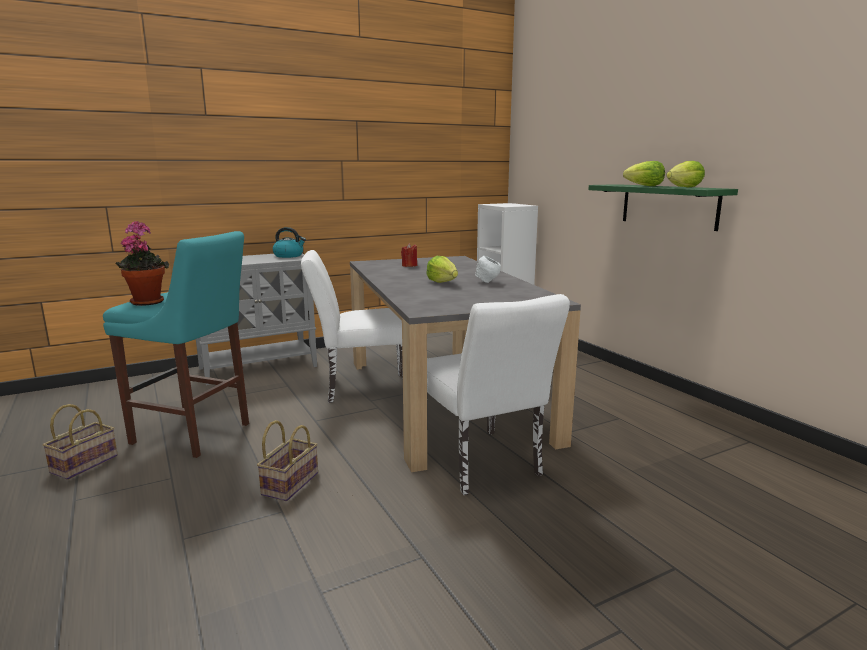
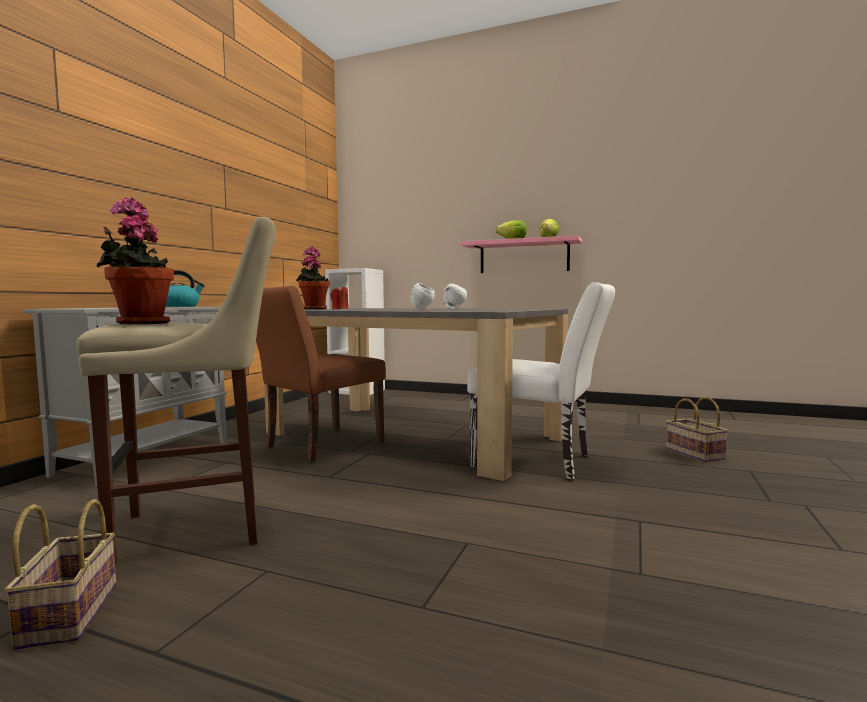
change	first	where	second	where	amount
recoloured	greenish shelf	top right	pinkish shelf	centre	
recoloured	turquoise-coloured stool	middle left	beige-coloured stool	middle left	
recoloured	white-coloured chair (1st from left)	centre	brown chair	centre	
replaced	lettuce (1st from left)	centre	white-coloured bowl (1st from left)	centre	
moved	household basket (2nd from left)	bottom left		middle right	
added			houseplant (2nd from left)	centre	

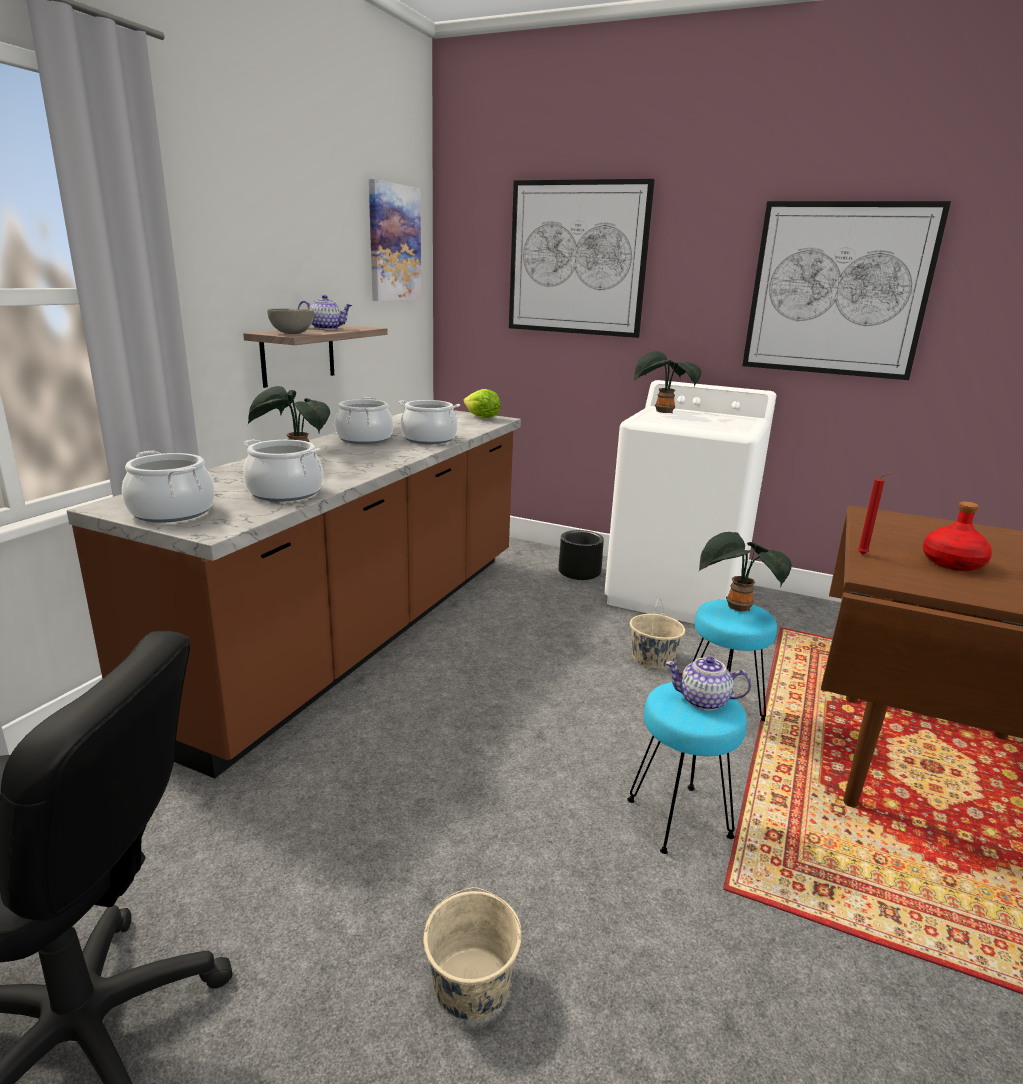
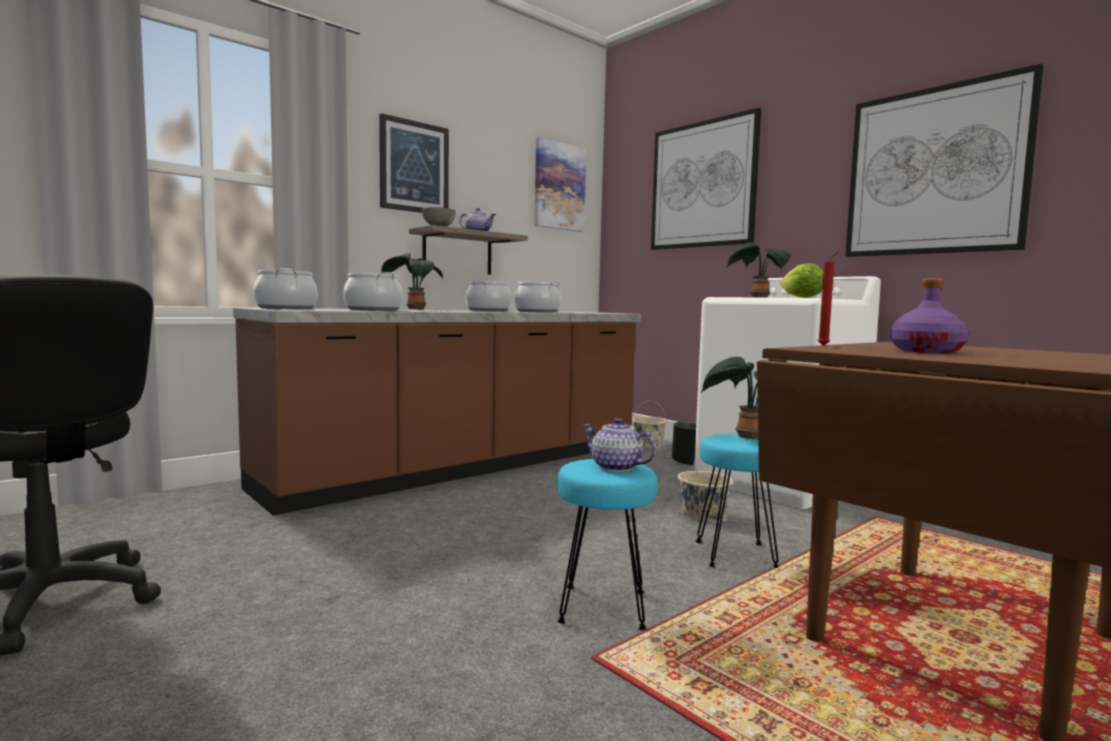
change	first	where	second	where	amount
moved	lettuce	centre		middle right	
recoloured	red-coloured bottle	middle right	purple-coloured bottle	middle right	
moved	beige-coloured pail (1st from left)	bottom centre		centre	
added			wall art (1st from left)	top centre	

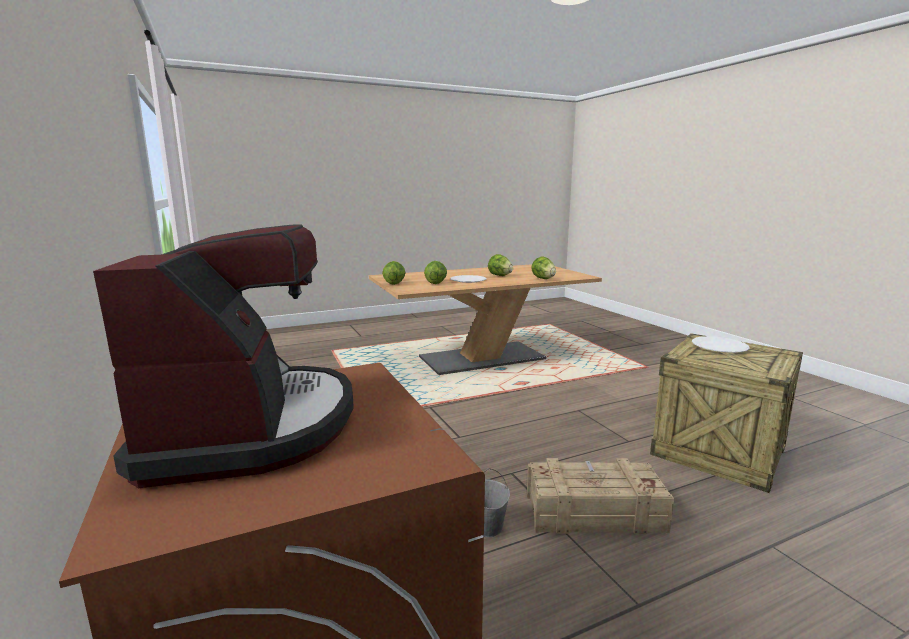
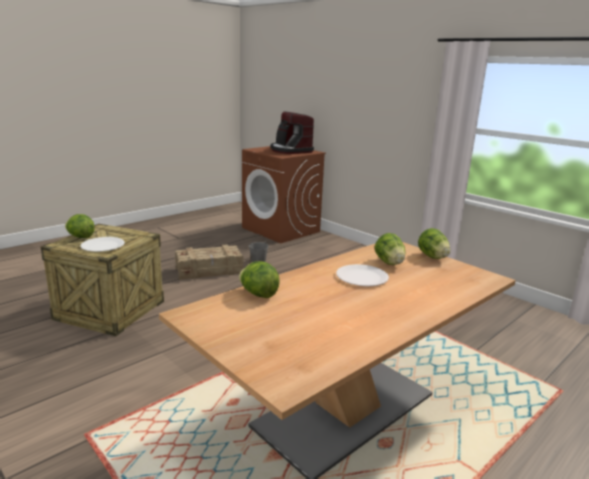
change	first	where	second	where	amount
moved	lettuce (3rd from left in the first image)	centre	lettuce (1st from left)	middle left	

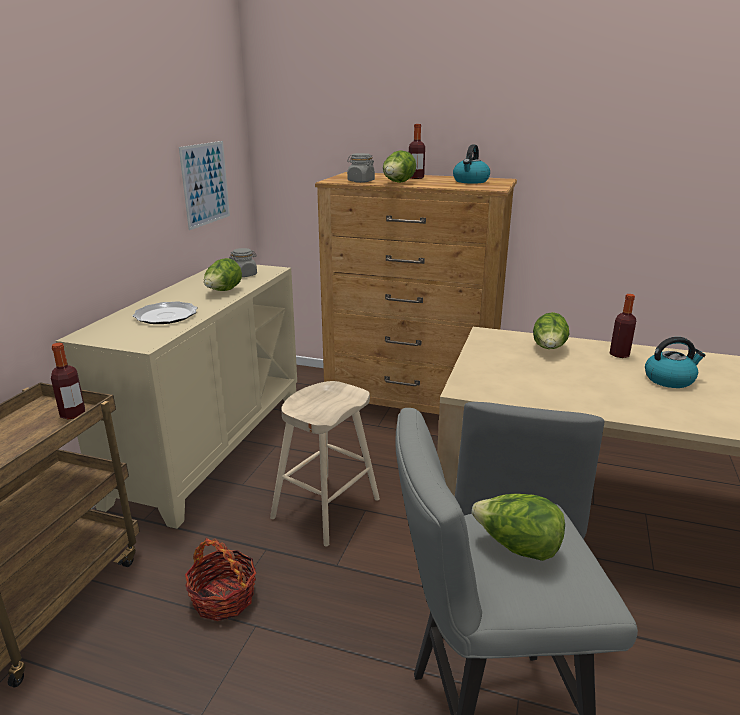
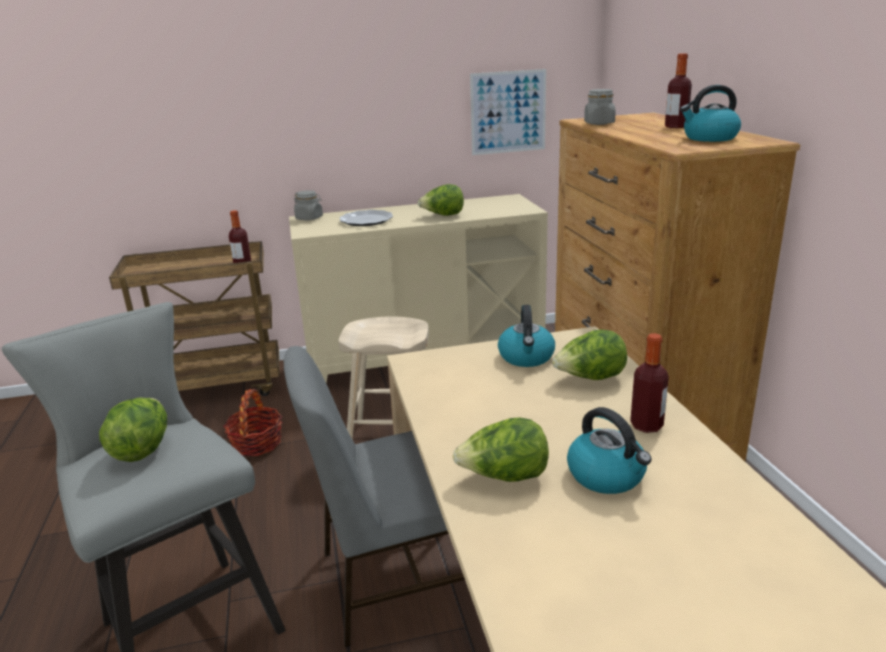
change	first	where	second	where	amount
moved	lettuce (2nd from left in the first image)	top centre	lettuce (3rd from left)	bottom centre	
moved	gray jar (1st from left)	middle left		top centre	
added			water kettle (1st from left)	centre	

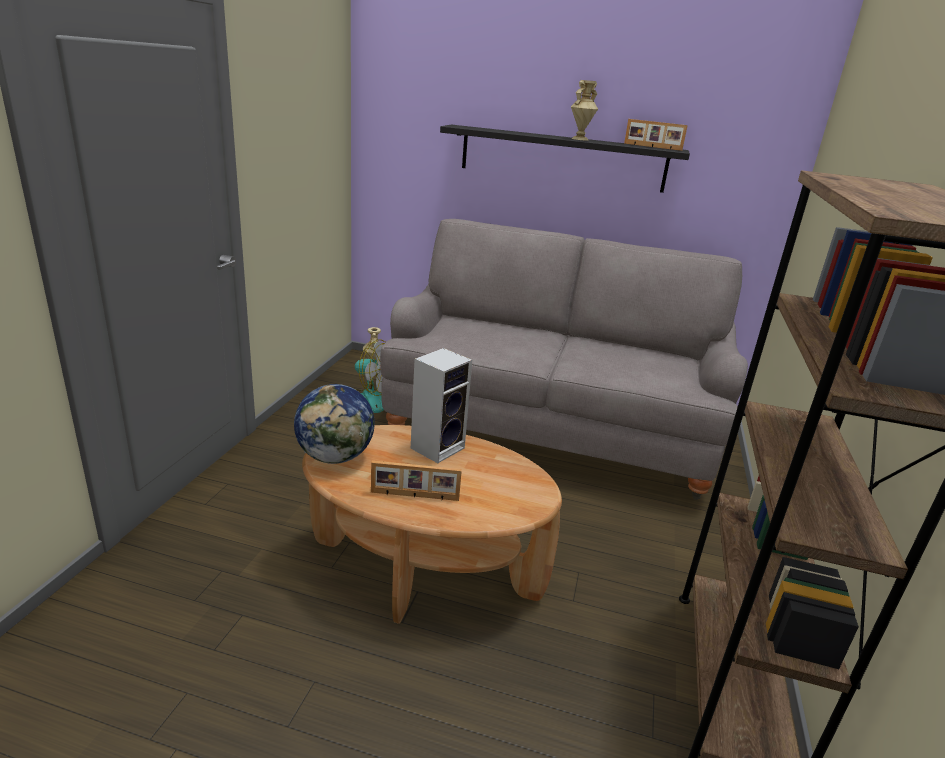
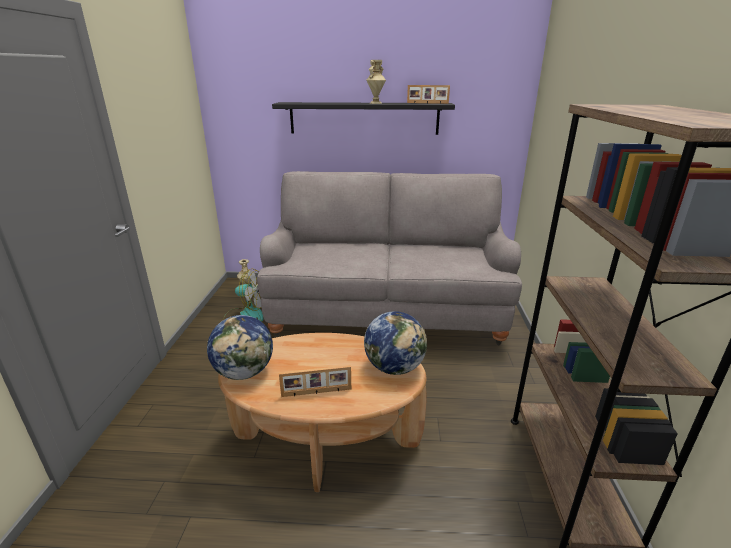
change	first	where	second	where	amount
removed	speaker	centre			
added			globe (2nd from left)	centre	

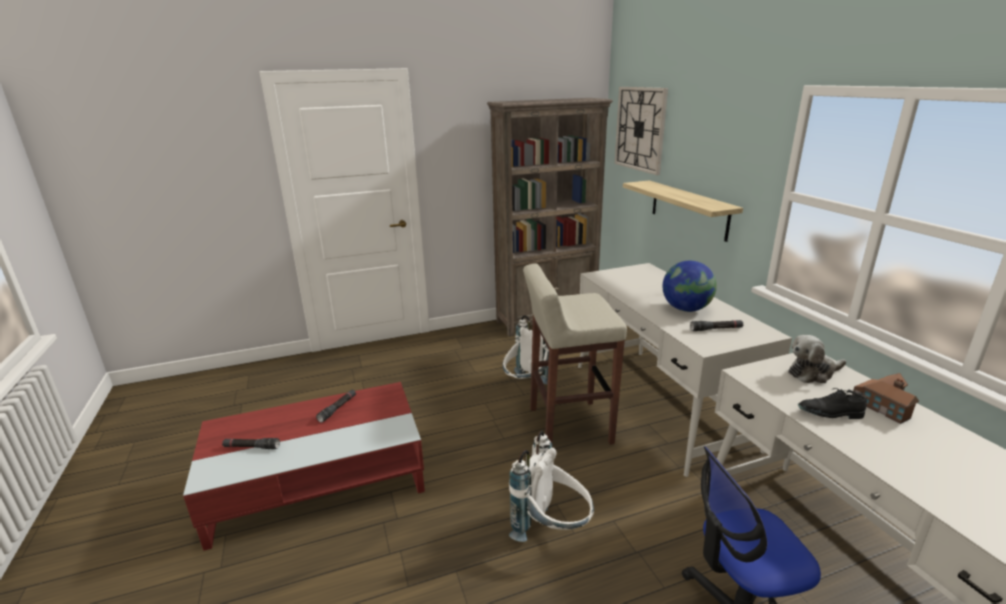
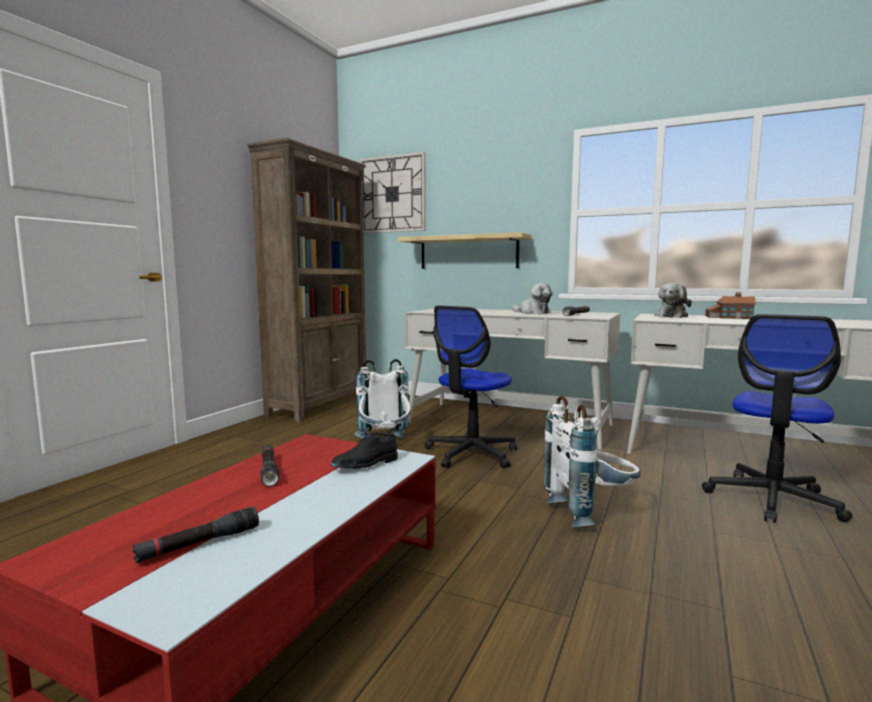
change	first	where	second	where	amount
replaced	globe	middle right	plush toy (1st from left)	centre	
replaced	beige-coloured stool	centre	computer chair (1st from left)	centre	
moved	black-coloured low shoe	bottom right		centre	

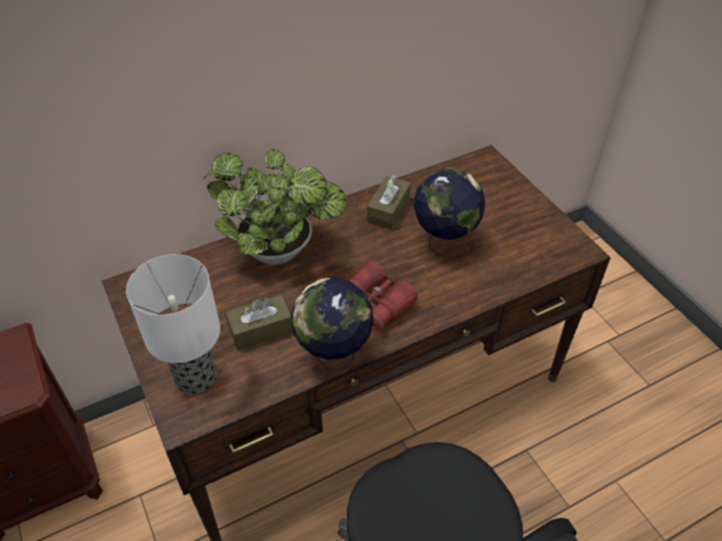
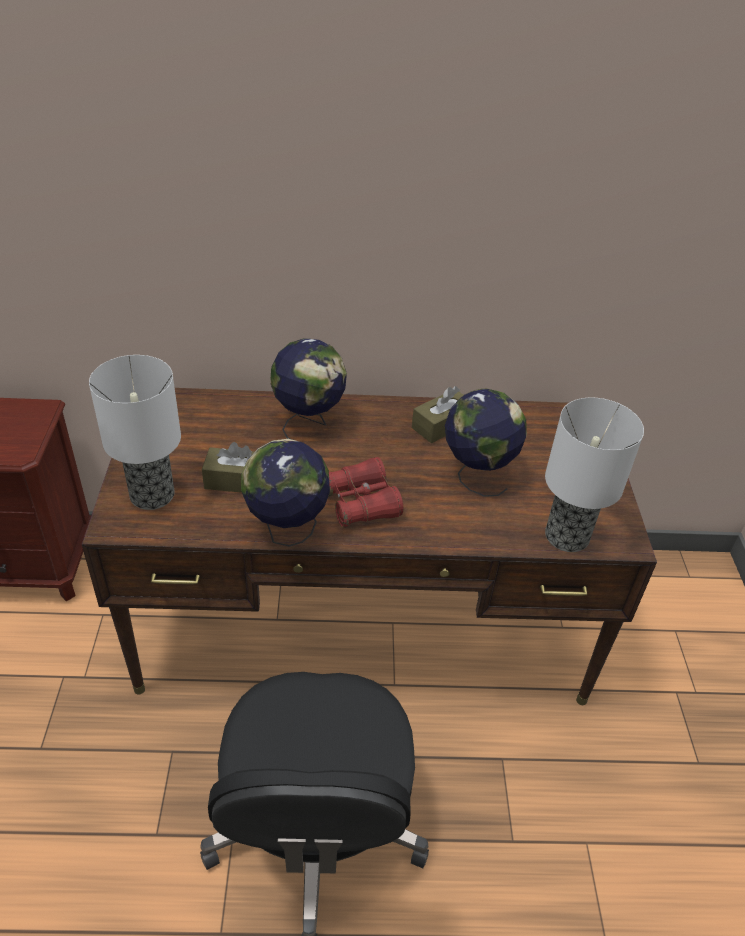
change	first	where	second	where	amount
replaced	houseplant	centre	globe (2nd from left)	centre	
added			table lamp (2nd from left)	middle right	

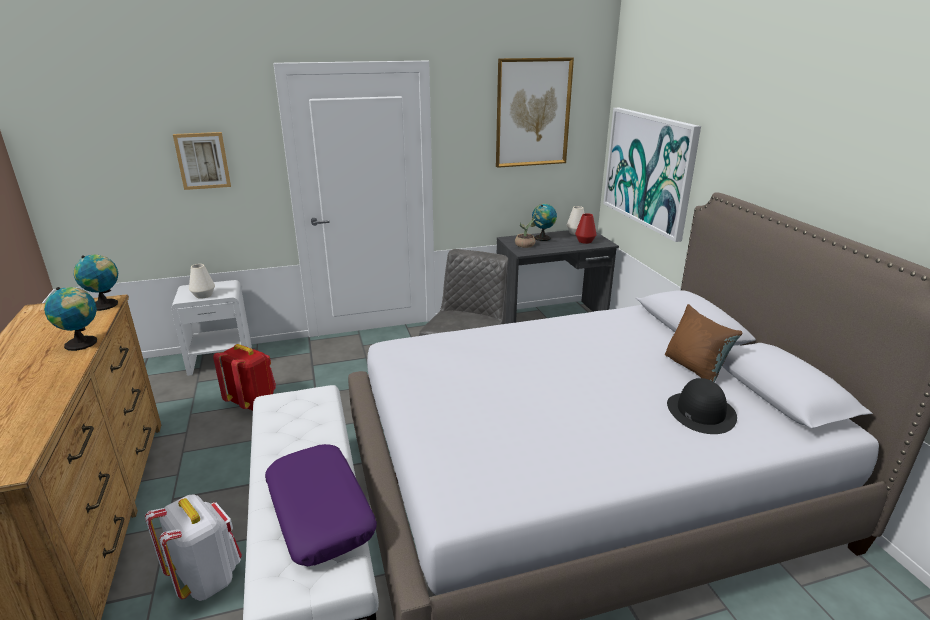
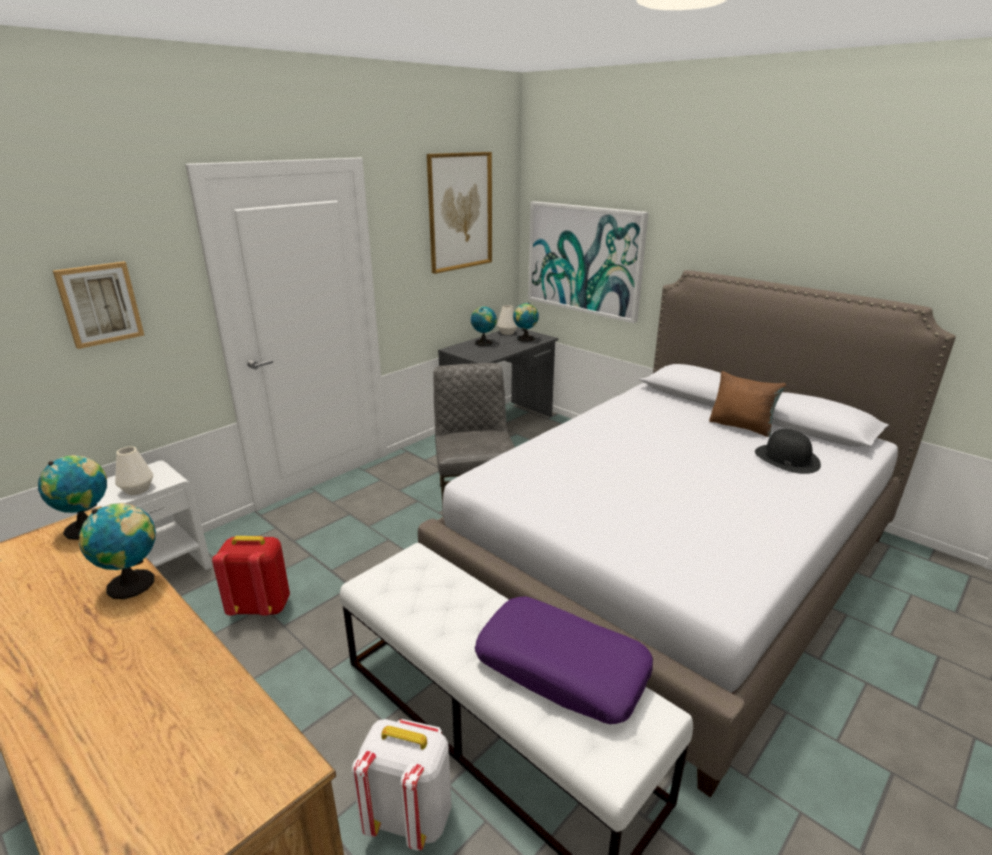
change	first	where	second	where	amount
removed	houseplant	centre			
replaced	red-coloured vase	centre	globe (4th from left)	centre	

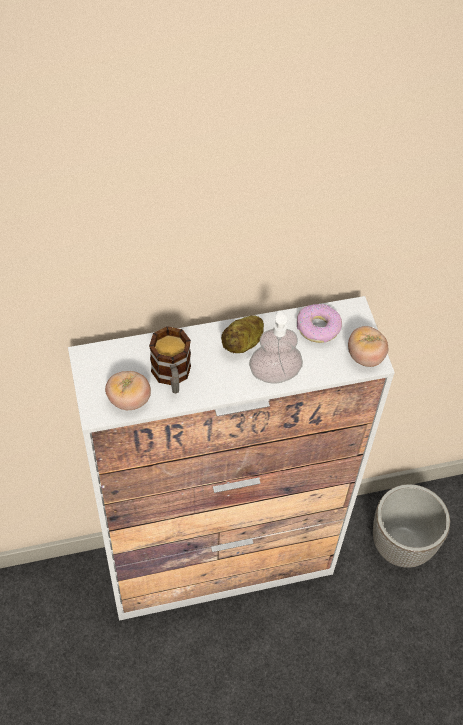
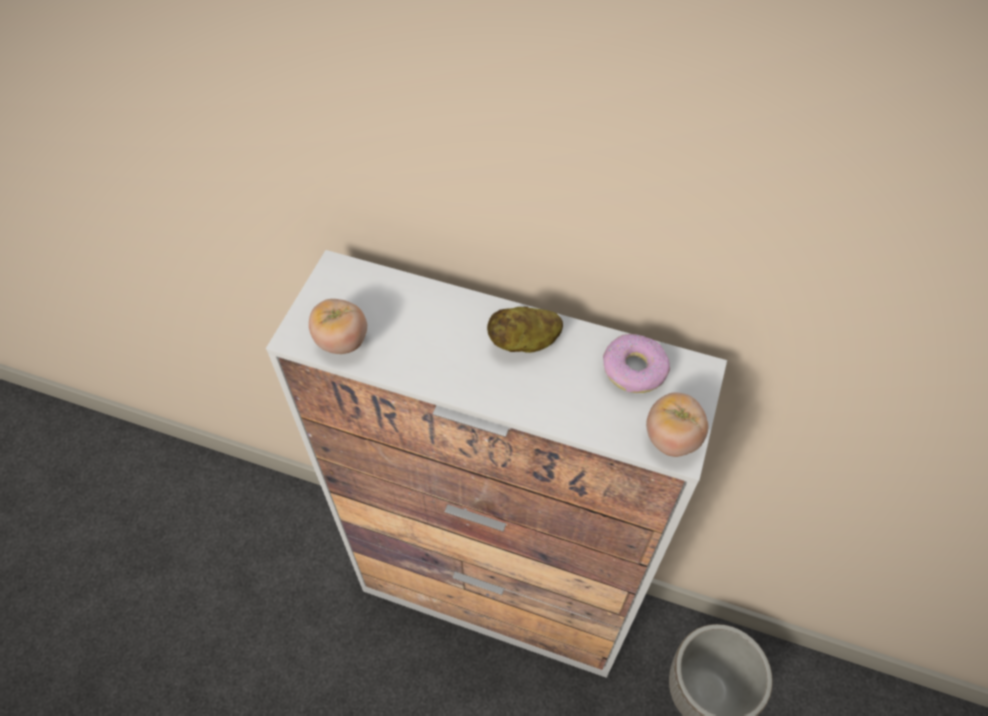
change	first	where	second	where	amount
removed	soap bottle	centre			
removed	coffee mug	centre			

